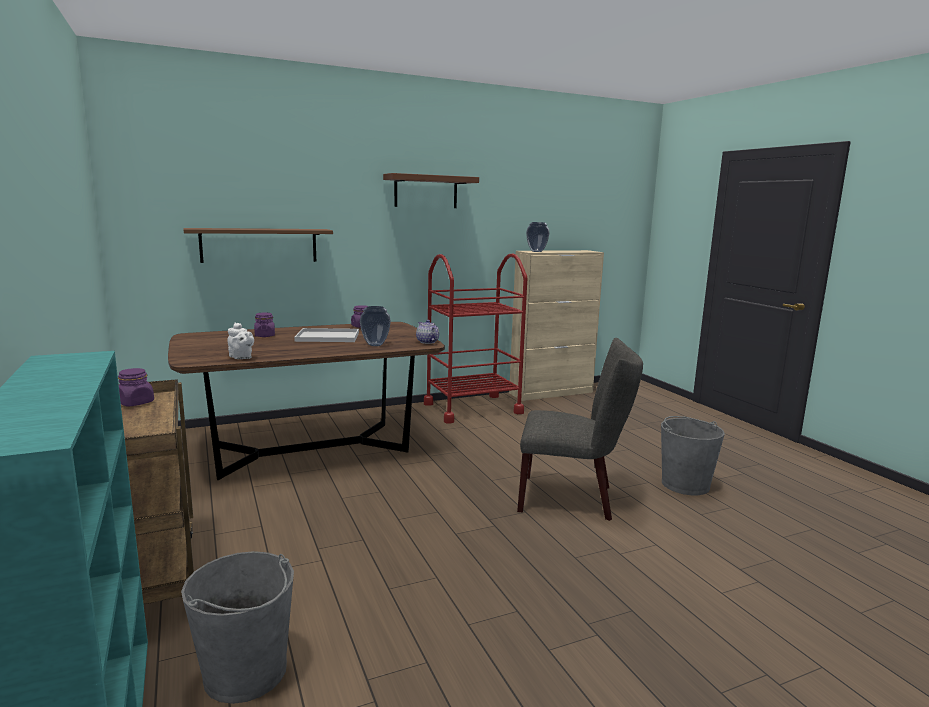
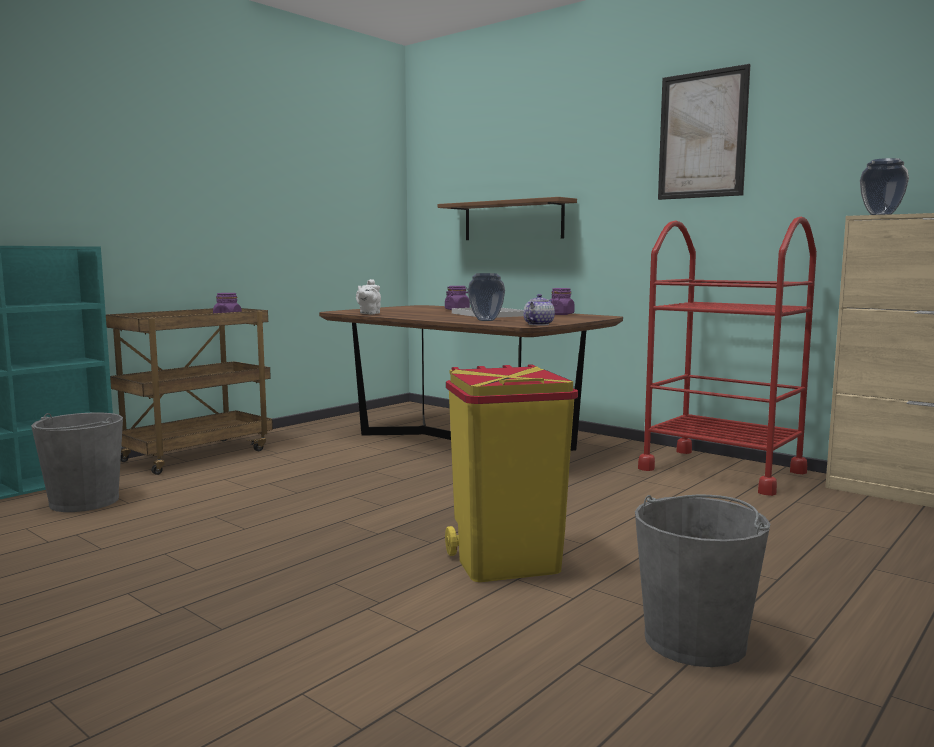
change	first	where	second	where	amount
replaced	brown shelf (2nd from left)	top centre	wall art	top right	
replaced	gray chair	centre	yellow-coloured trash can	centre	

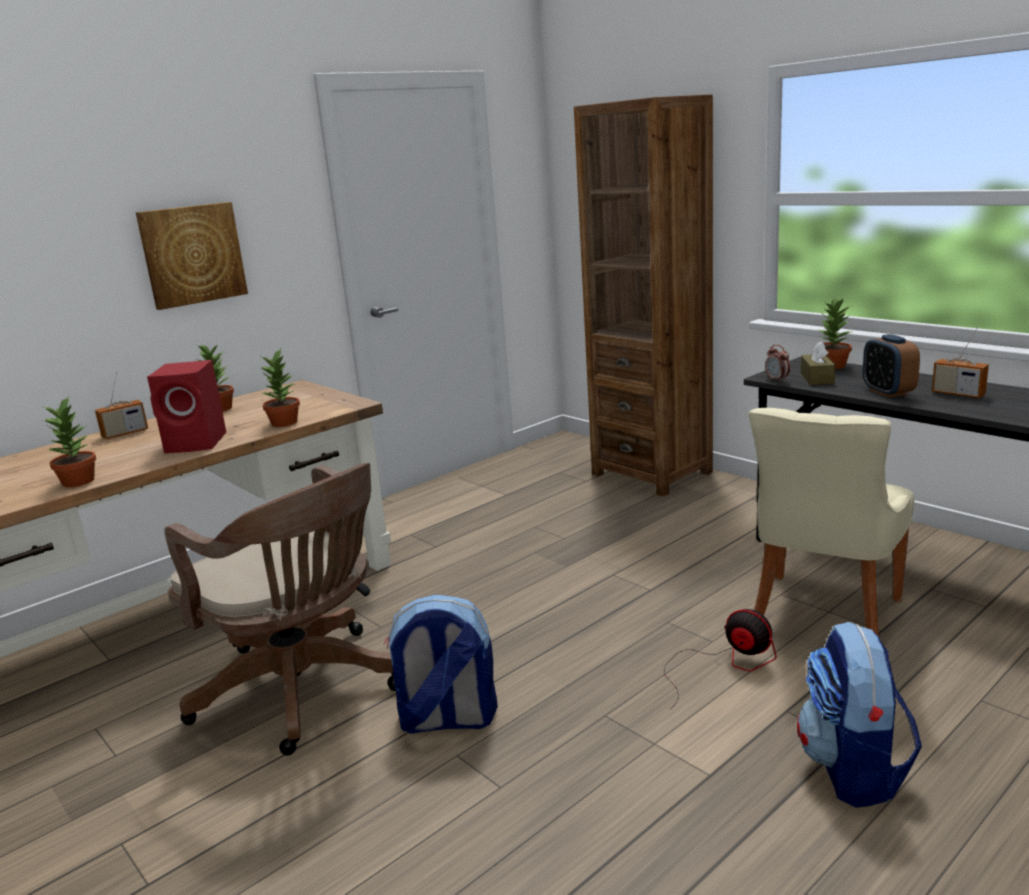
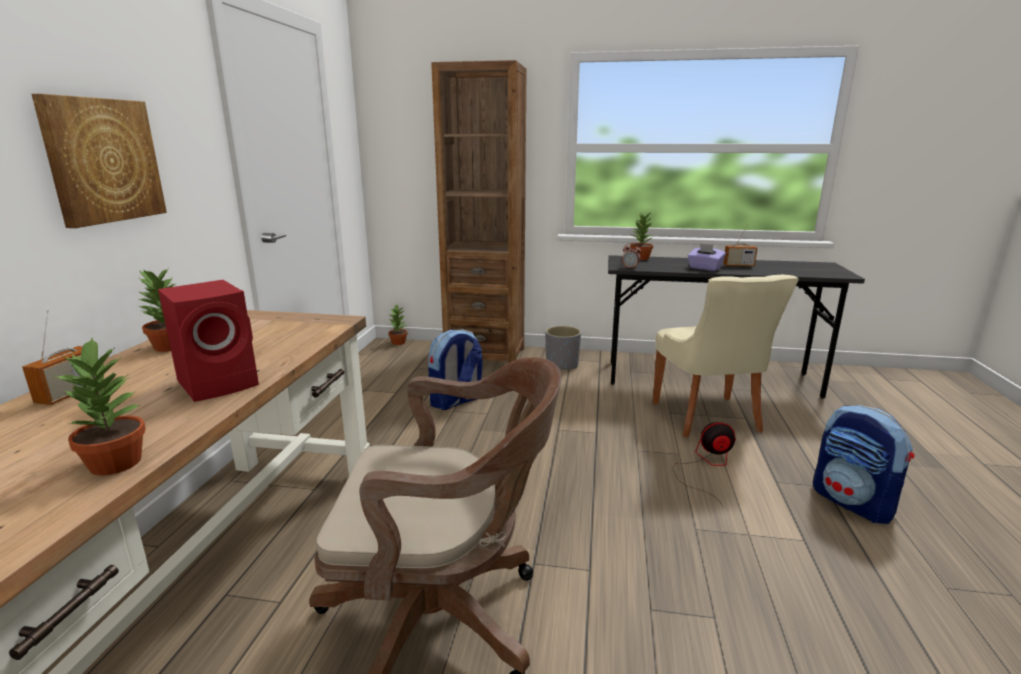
change	first	where	second	where	amount
replaced	alarm clock (2nd from left)	middle right	purple-coloured tissue holder	middle right	
removed	brown tissue holder	middle right			
moved	houseplant (3rd from left)	middle left		centre	
moved	knapsack (1st from left)	bottom centre		centre	
added			gray planter	centre	

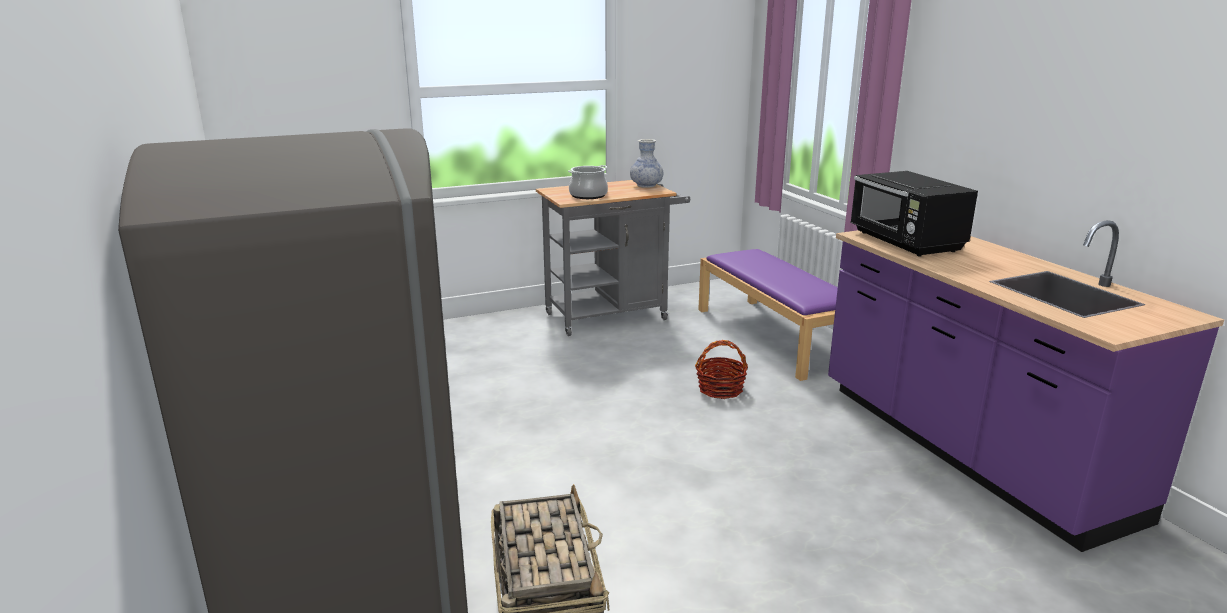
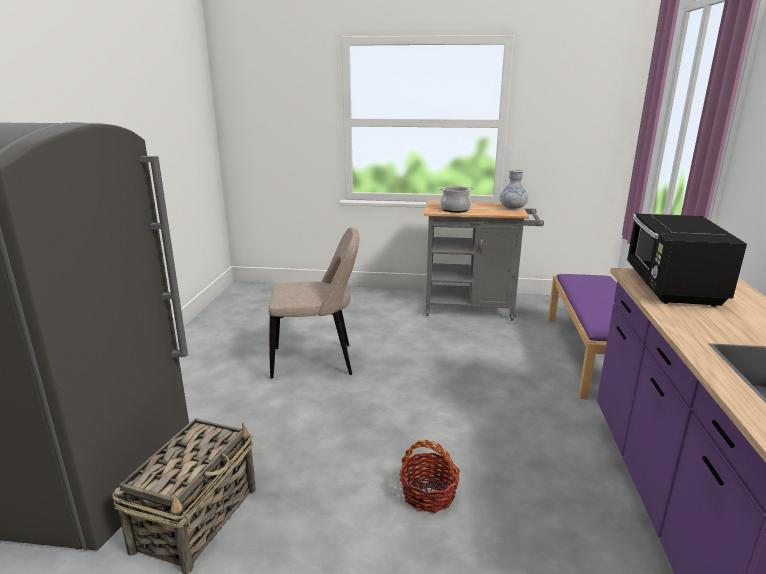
change	first	where	second	where	amount
moved	household basket (2nd from left)	centre		bottom centre	
added			beige-coloured chair	centre	

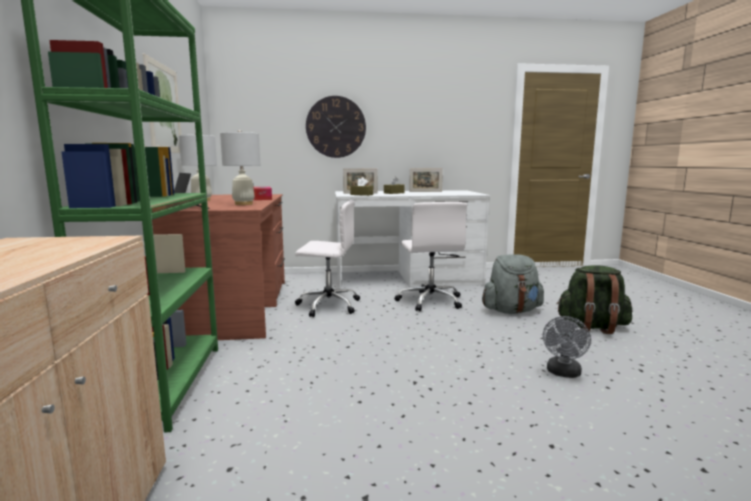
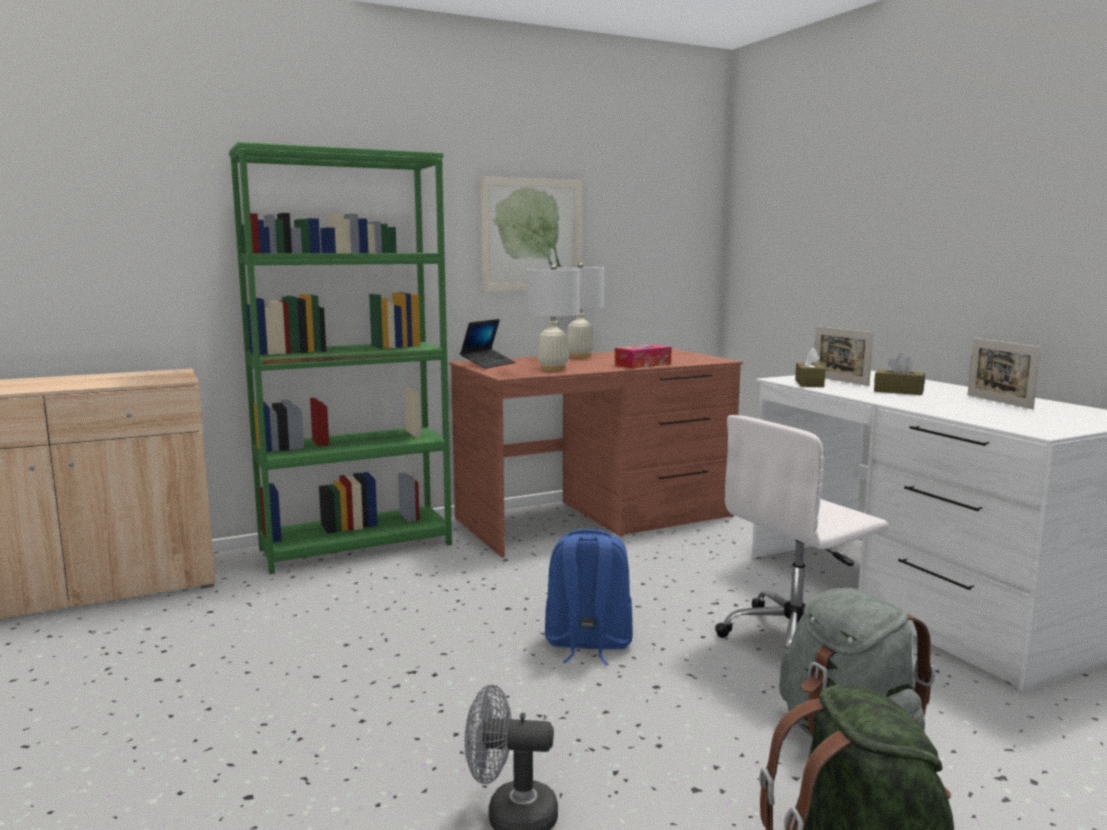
change	first	where	second	where	amount
removed	hanging clock	top centre			
removed	white-coloured computer chair (1st from left)	centre			
added			blue-coloured knapsack	bottom centre	

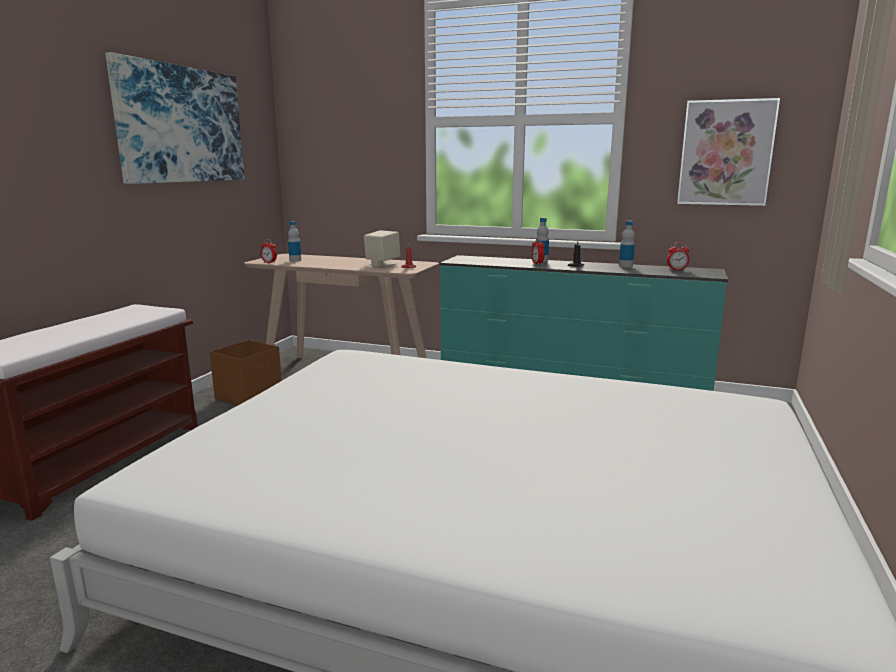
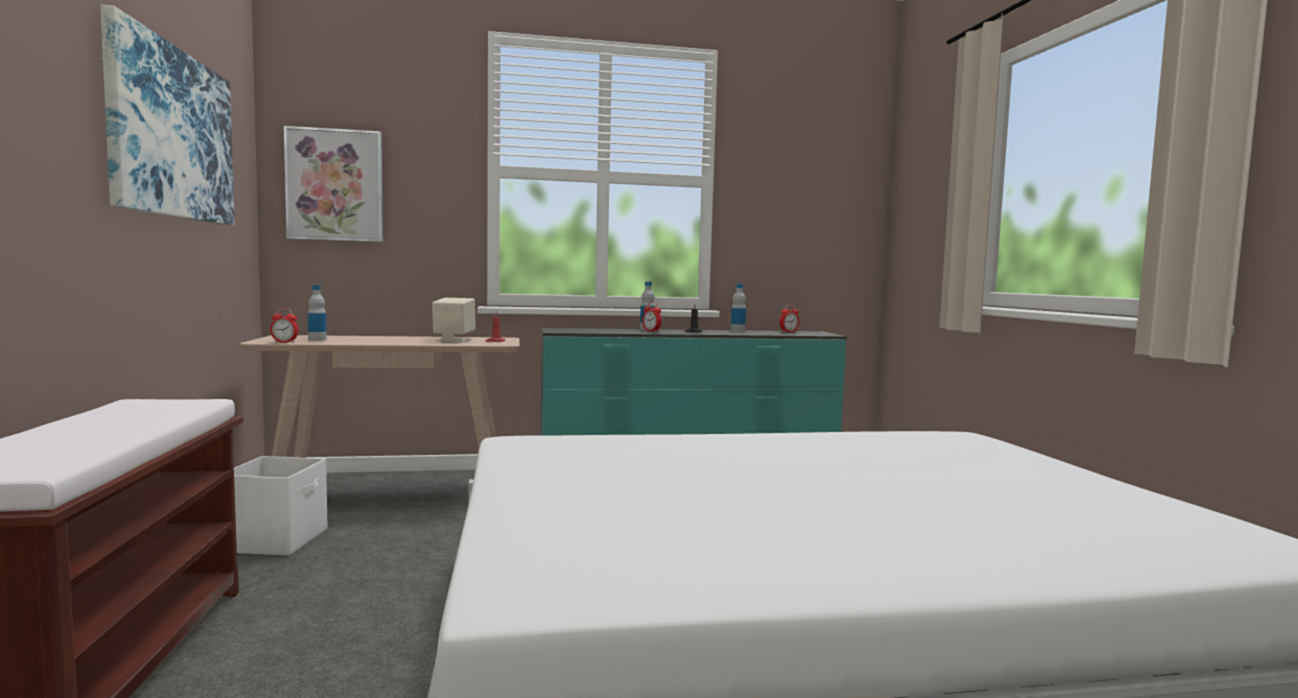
change	first	where	second	where	amount
moved	wall art (2nd from left)	top right		top left	
recoloured	brown storage bin	middle left	white-coloured storage bin	bottom left	

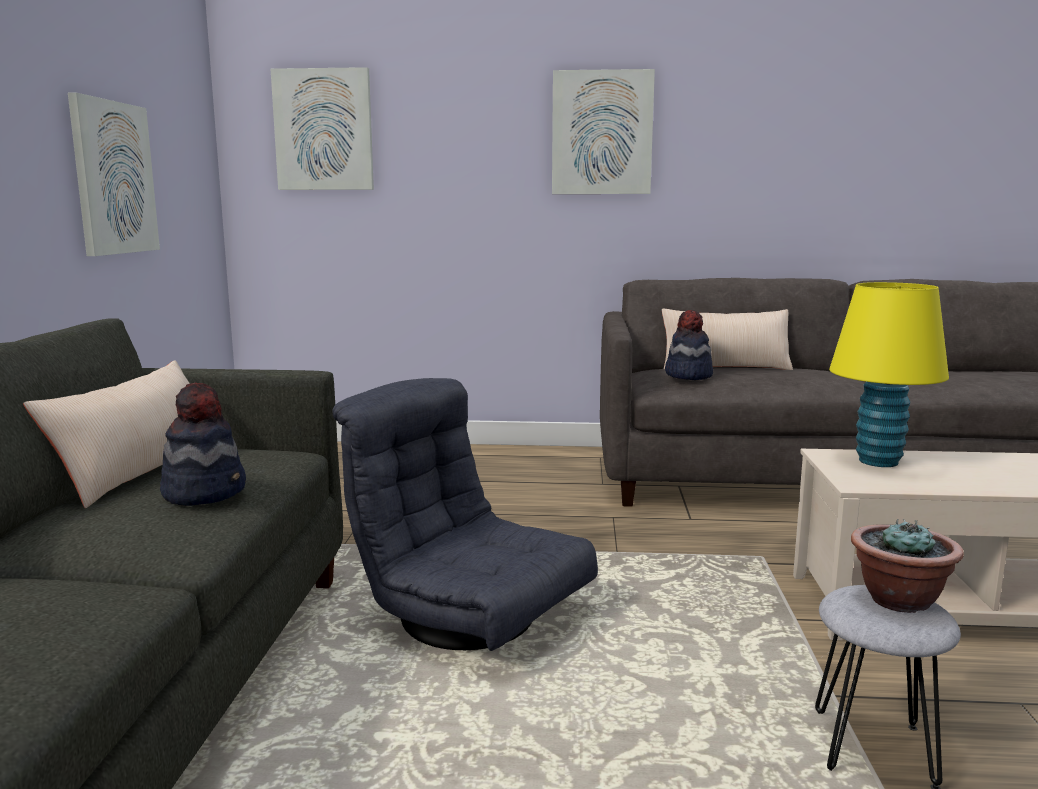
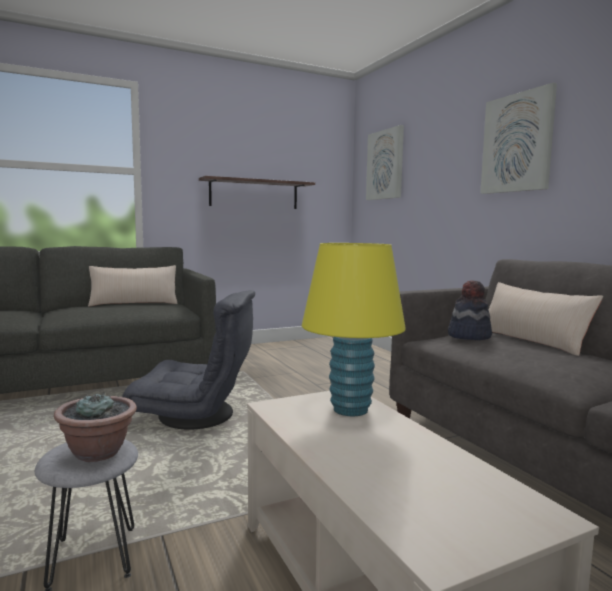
change	first	where	second	where	amount
replaced	wall art (1st from left)	top left	shelf	top centre	
turned	gray armchair	centre		middle left	90 degrees clockwise
removed	wearable hat (1st from left)	middle left			

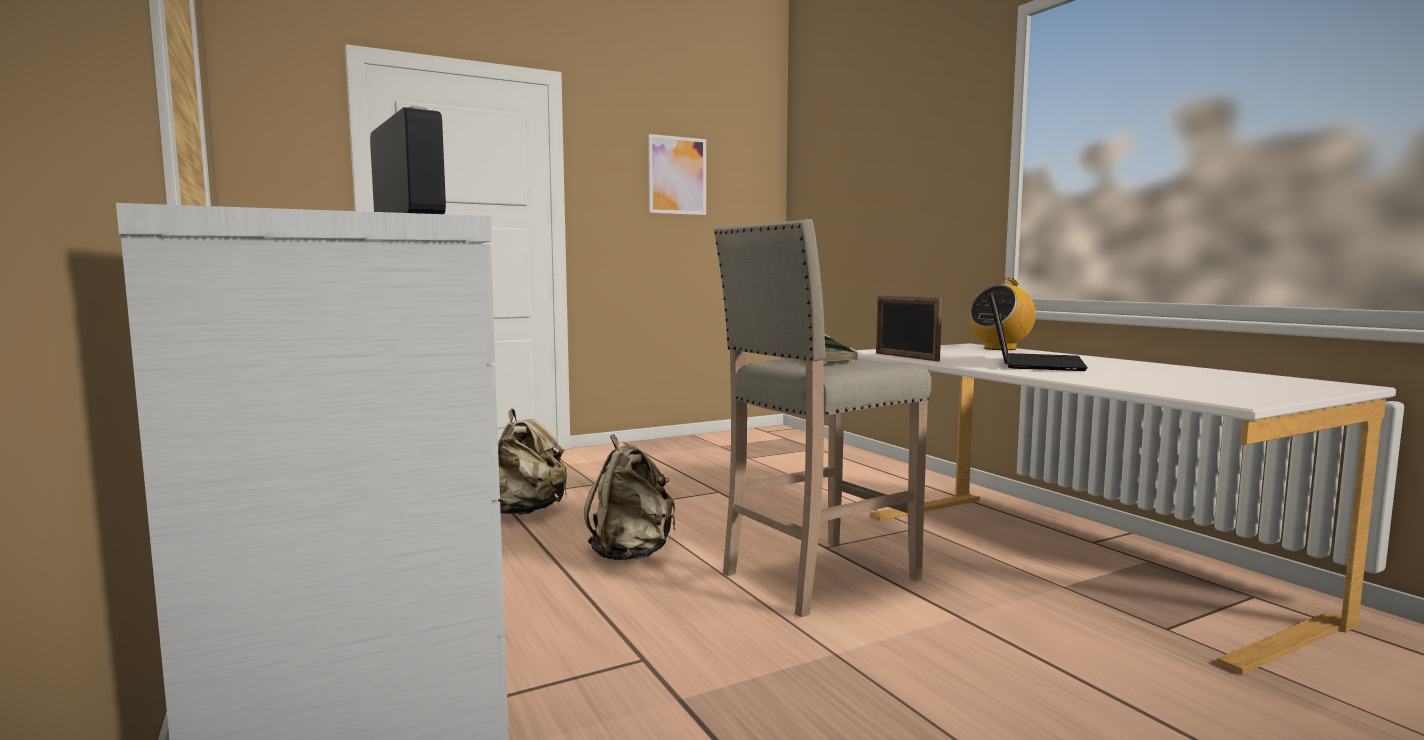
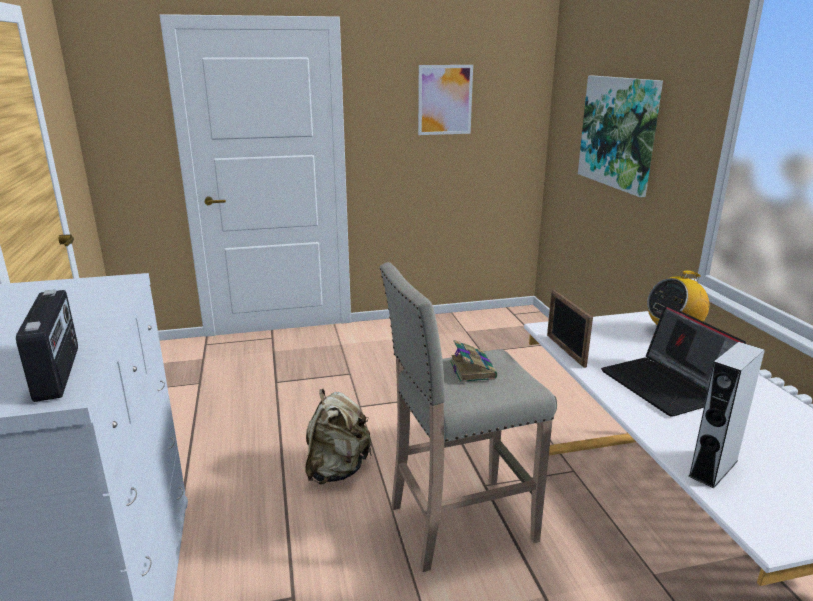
change	first	where	second	where	amount
turned	portable computer	middle right		middle right	120 degrees clockwise
removed	beige-coloured knapsack (1st from left)	centre			
added			wall art (2nd from left)	top right	
added			gray speaker	bottom right	

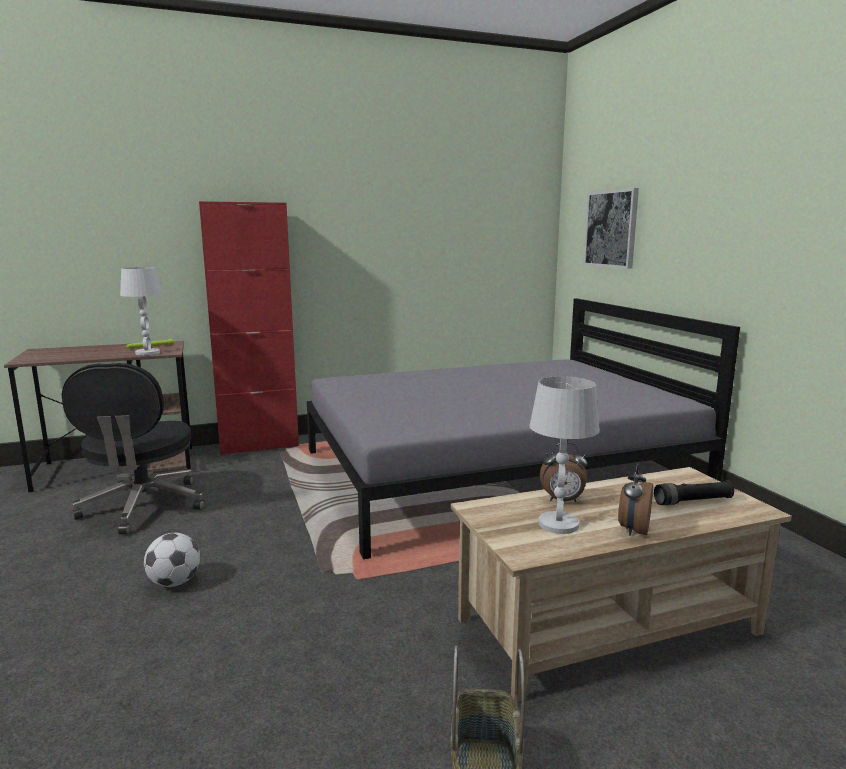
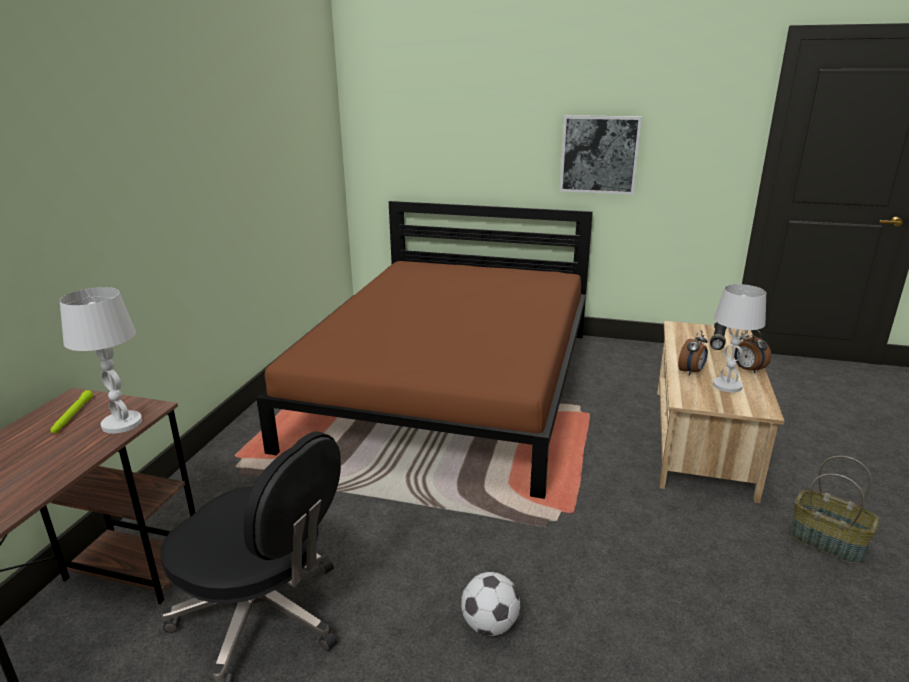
change	first	where	second	where	amount
moved	wall art	top right		top centre	
removed	red-coloured cabinet	middle left			
recoloured	gray bed	centre	brown bed	centre	

